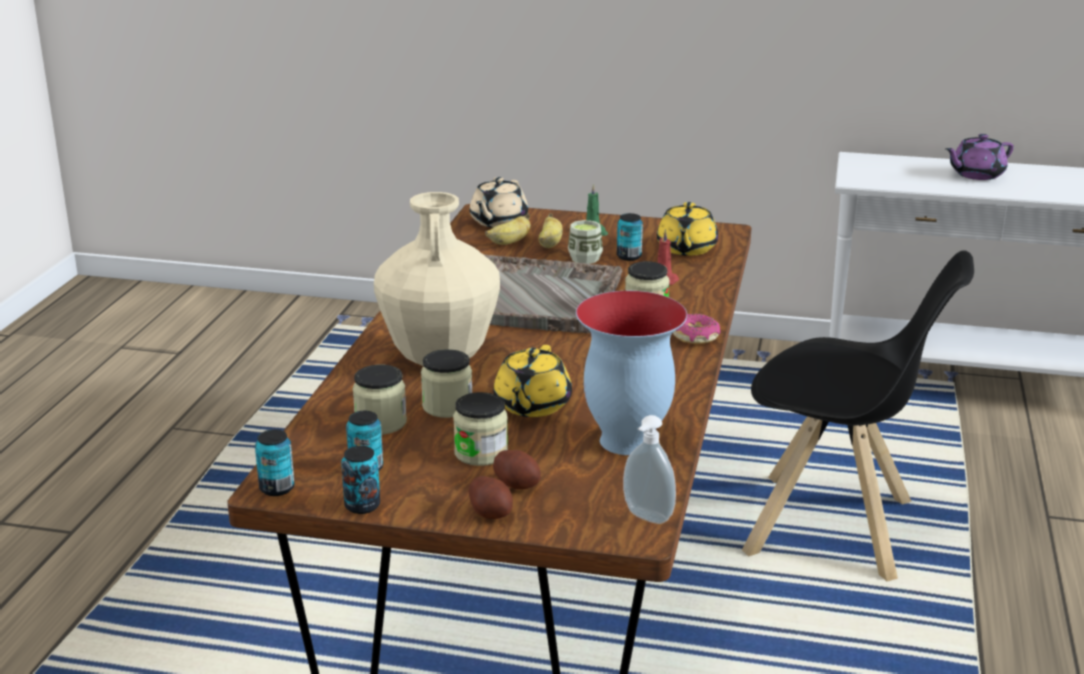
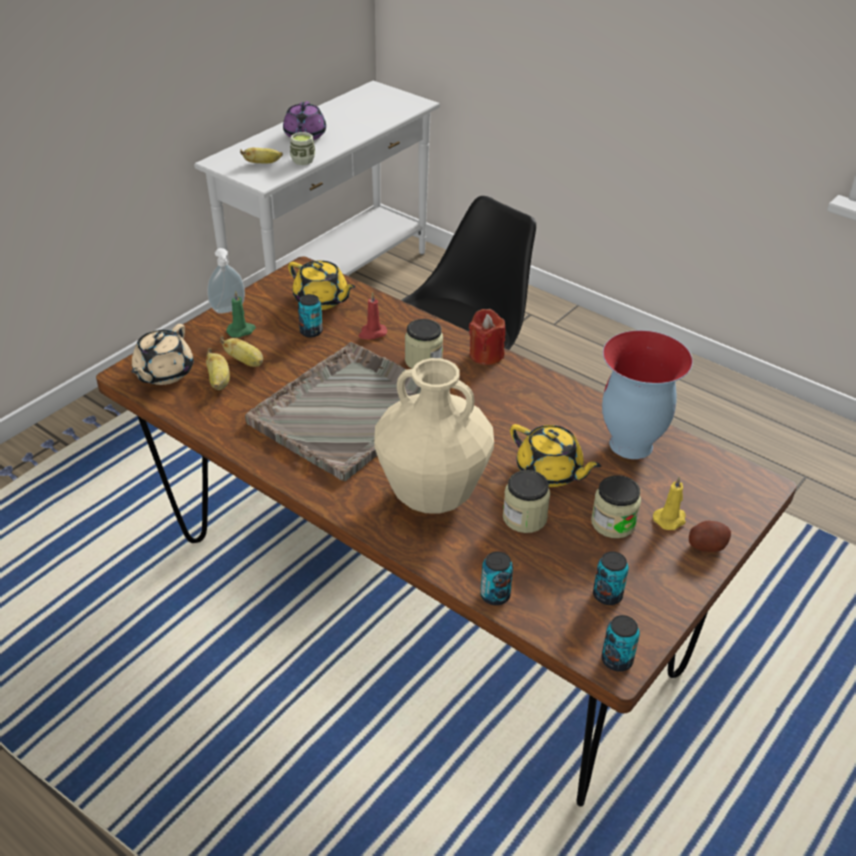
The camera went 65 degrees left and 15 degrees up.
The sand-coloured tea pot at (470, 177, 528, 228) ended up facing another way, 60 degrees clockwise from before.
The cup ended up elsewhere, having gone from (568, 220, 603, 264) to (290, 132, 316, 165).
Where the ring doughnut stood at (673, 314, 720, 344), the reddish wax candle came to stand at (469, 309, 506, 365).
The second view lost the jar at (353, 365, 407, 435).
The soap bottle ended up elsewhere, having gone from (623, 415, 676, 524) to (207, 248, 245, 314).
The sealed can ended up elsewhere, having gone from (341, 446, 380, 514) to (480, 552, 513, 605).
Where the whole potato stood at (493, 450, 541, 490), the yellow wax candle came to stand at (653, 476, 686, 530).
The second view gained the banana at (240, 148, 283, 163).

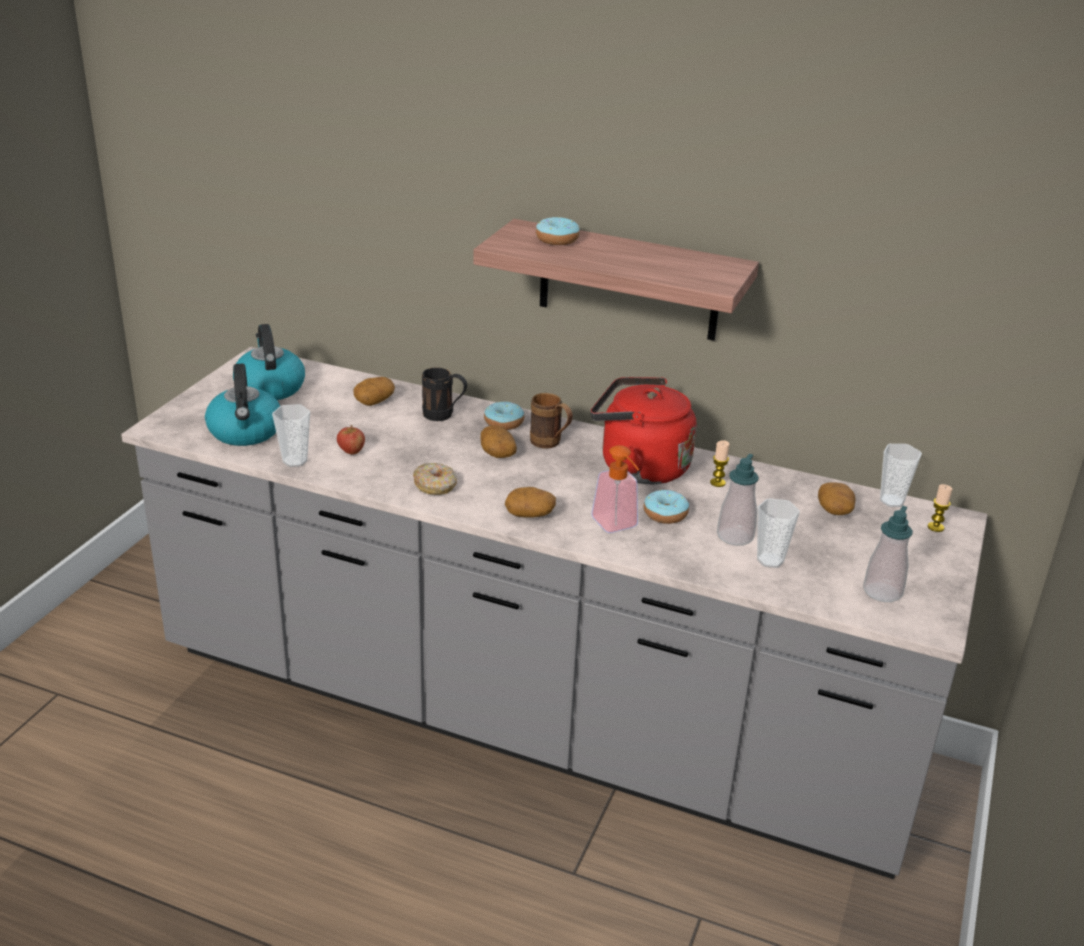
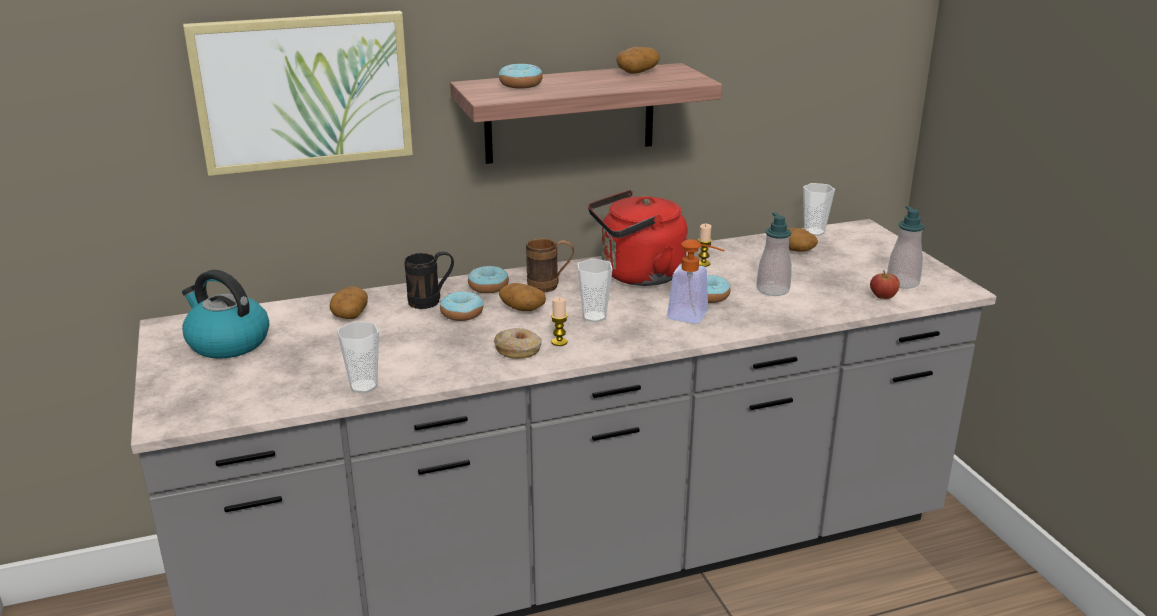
The camera went 40 degrees left and 5 degrees down.
The second view lost the water kettle at (205, 363, 280, 446).
The apple ended up elsewhere, having gone from (337, 425, 365, 455) to (870, 271, 900, 299).
The wax candle ended up elsewhere, having gone from (928, 484, 952, 532) to (551, 298, 568, 346).
The whole potato ended up elsewhere, having gone from (505, 487, 556, 518) to (616, 47, 660, 74).
The cup ended up elsewhere, having gone from (757, 498, 800, 568) to (577, 259, 613, 322).
The second view gained the wall art at (183, 11, 413, 176).
The second view gained the ring doughnut at (440, 291, 483, 321).

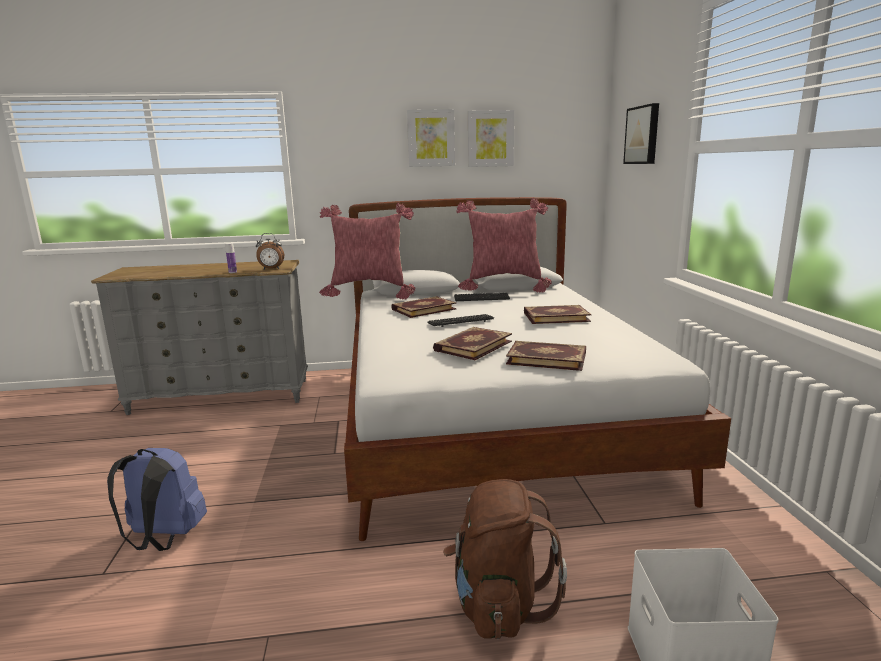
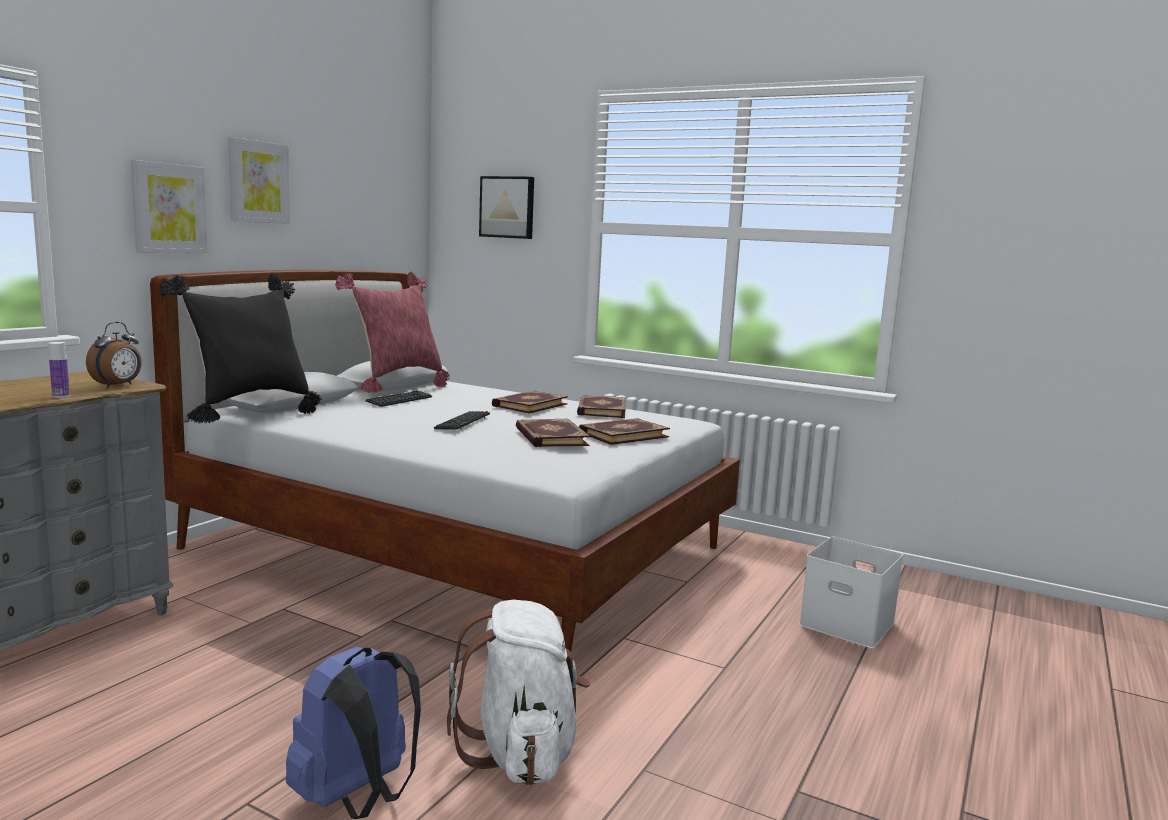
The camera went 55 degrees left and 5 degrees down.
The wall art ended up elsewhere, having gone from (468, 110, 514, 167) to (131, 160, 208, 254).
What was the reddish cushion at (319, 202, 416, 300) turned into the black-coloured cushion at (159, 274, 322, 423).
The volume ended up elsewhere, having gone from (391, 296, 457, 318) to (577, 395, 626, 418).
The second view lost the brownish rucksack at (443, 479, 567, 639).
The second view gained the white rucksack at (447, 600, 590, 785).

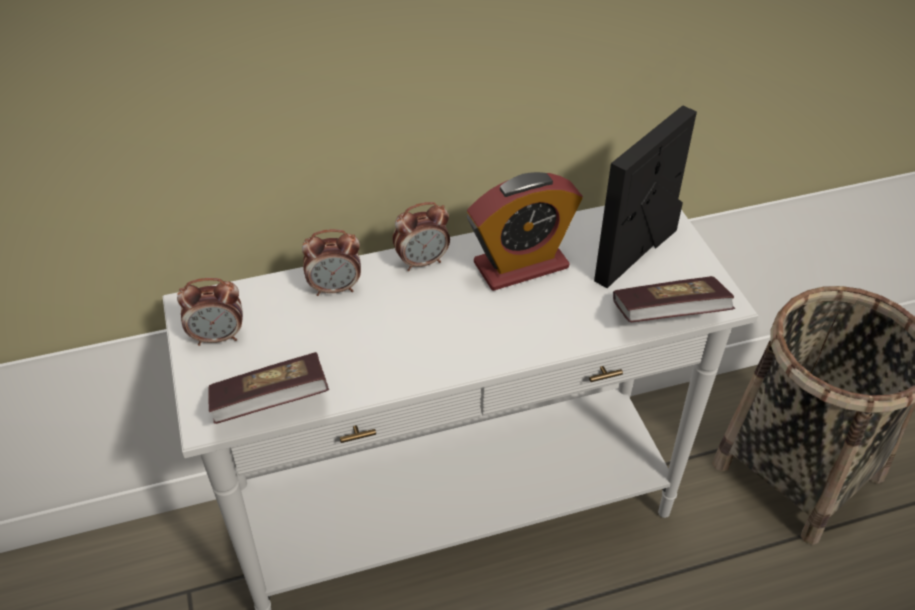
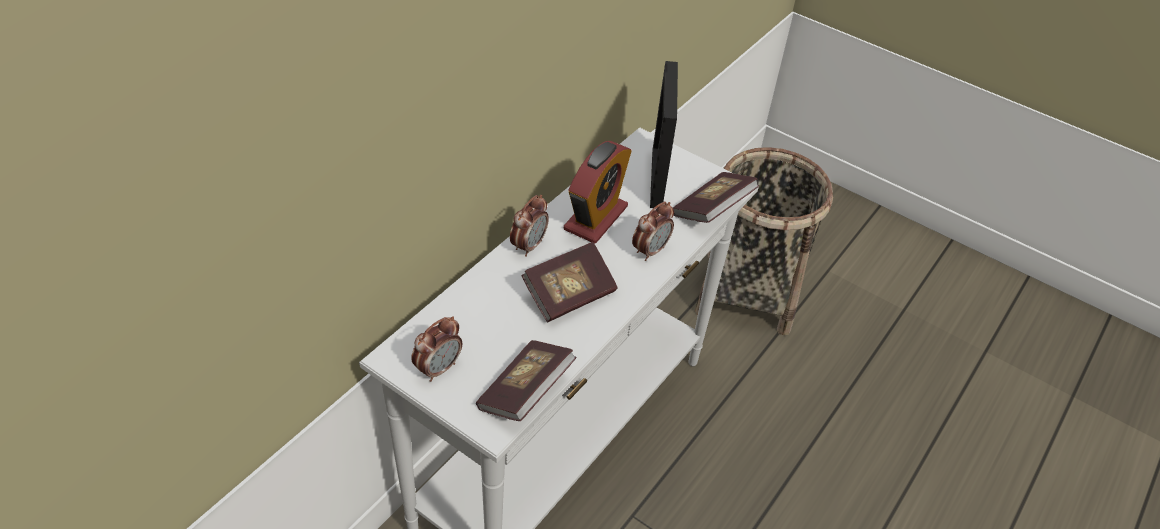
The camera went 40 degrees left and 0 degrees up.
The table clock ended up elsewhere, having gone from (302, 229, 361, 296) to (632, 202, 674, 261).
The second view gained the volume at (521, 242, 617, 322).

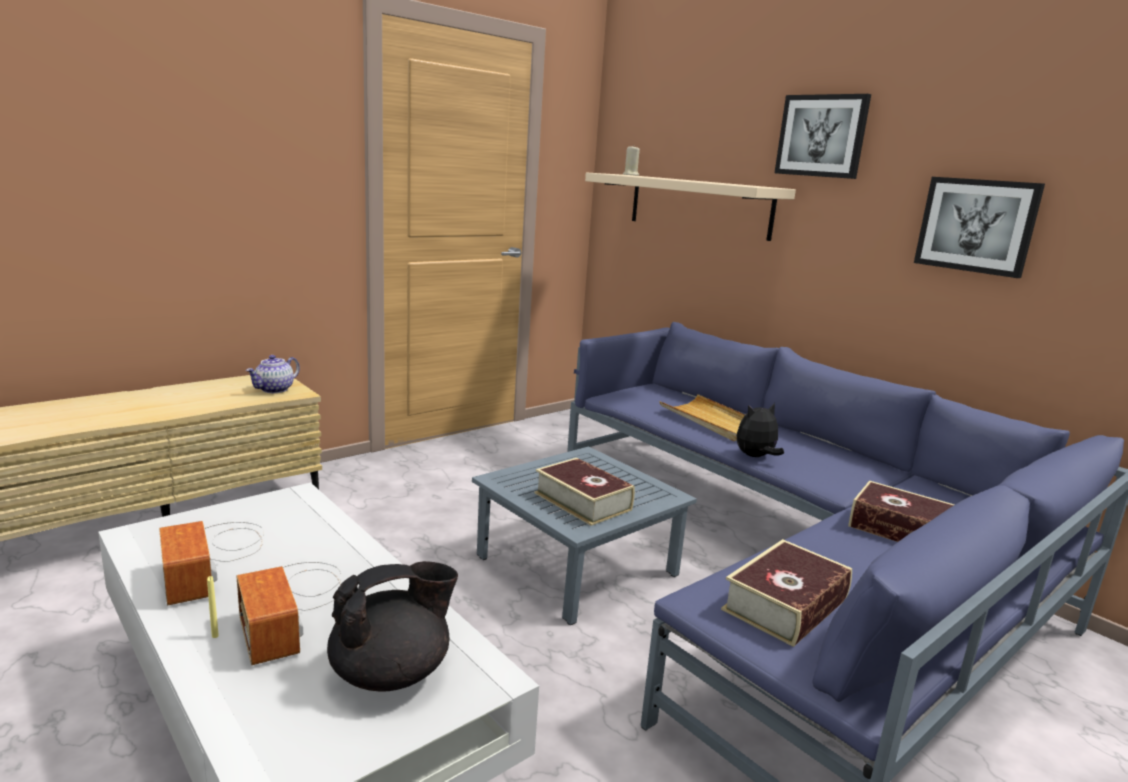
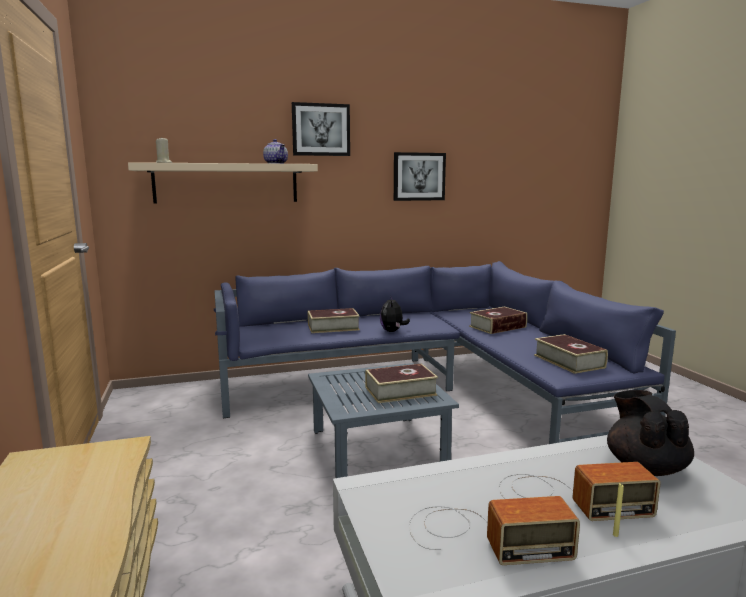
The camera went 65 degrees left and 5 degrees down.
The tea pot ended up elsewhere, having gone from (246, 355, 300, 393) to (263, 139, 288, 164).
Where the sand-coloured carrying tray stood at (659, 394, 745, 441), the volume came to stand at (308, 308, 360, 333).

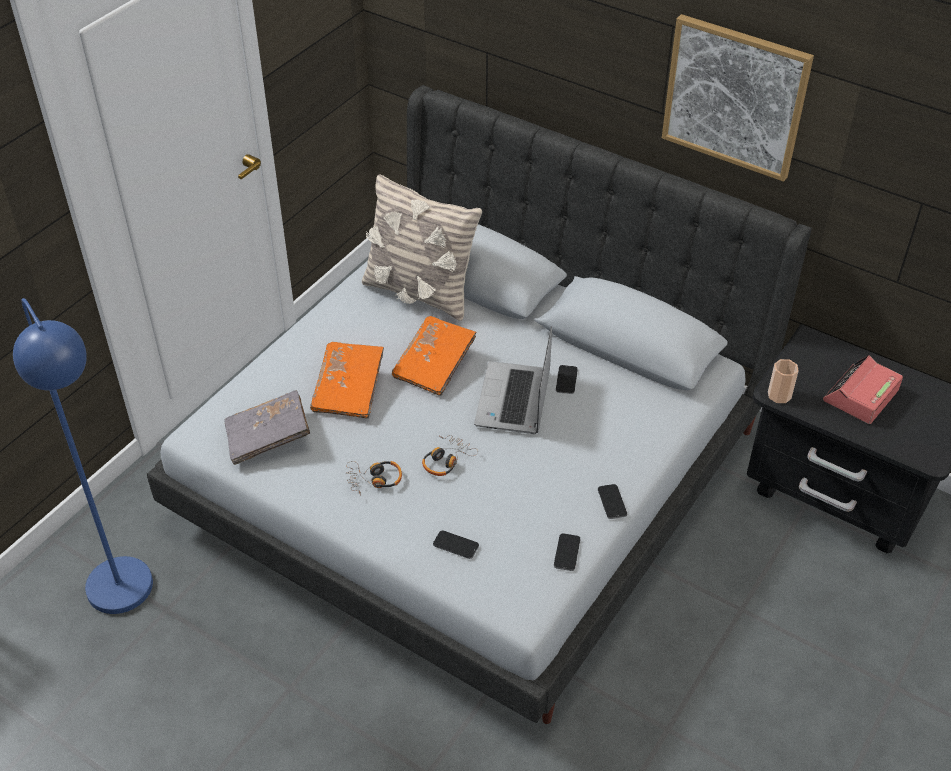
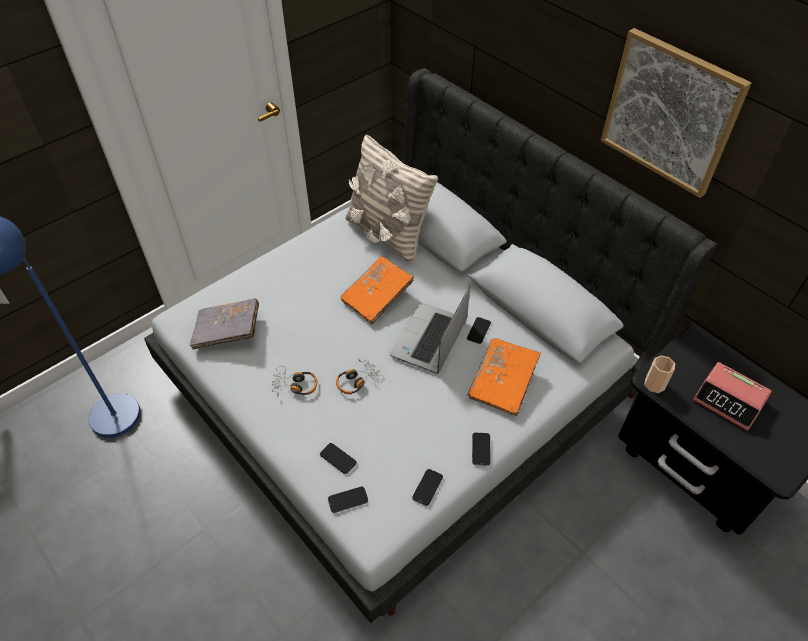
The camera went 15 degrees right and 5 degrees up.
The orange volume ended up elsewhere, having gone from (310, 342, 384, 418) to (468, 338, 541, 416).
The table clock at (823, 355, 903, 424) ended up facing another way, 105 degrees counterclockwise from before.
The second view gained the handset at (328, 487, 368, 513).

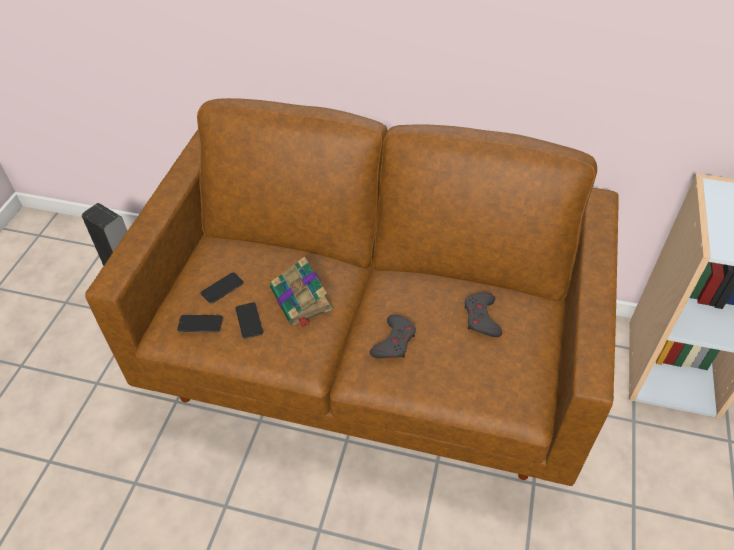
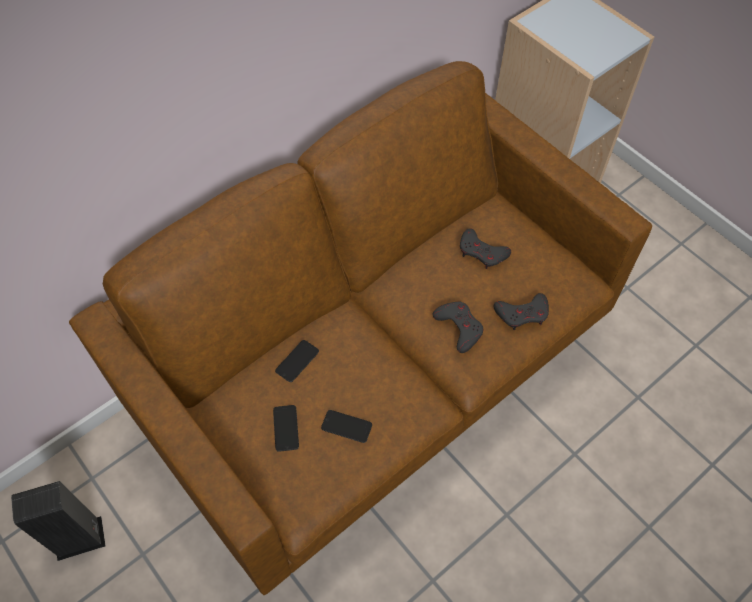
The camera went 55 degrees left and 10 degrees up.
The second view lost the volume at (270, 256, 332, 328).
The handset ended up elsewhere, having gone from (177, 315, 223, 332) to (275, 340, 319, 382).
The second view gained the gray joypad at (494, 293, 549, 330).

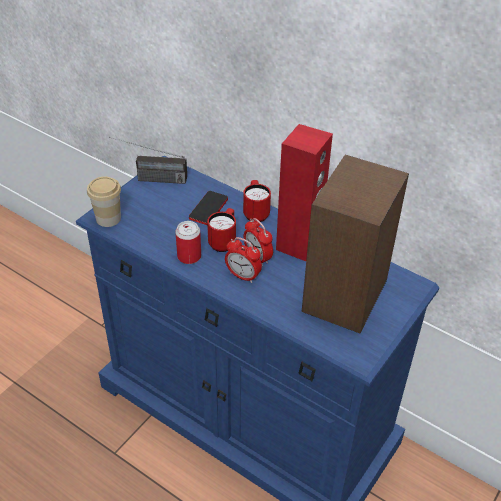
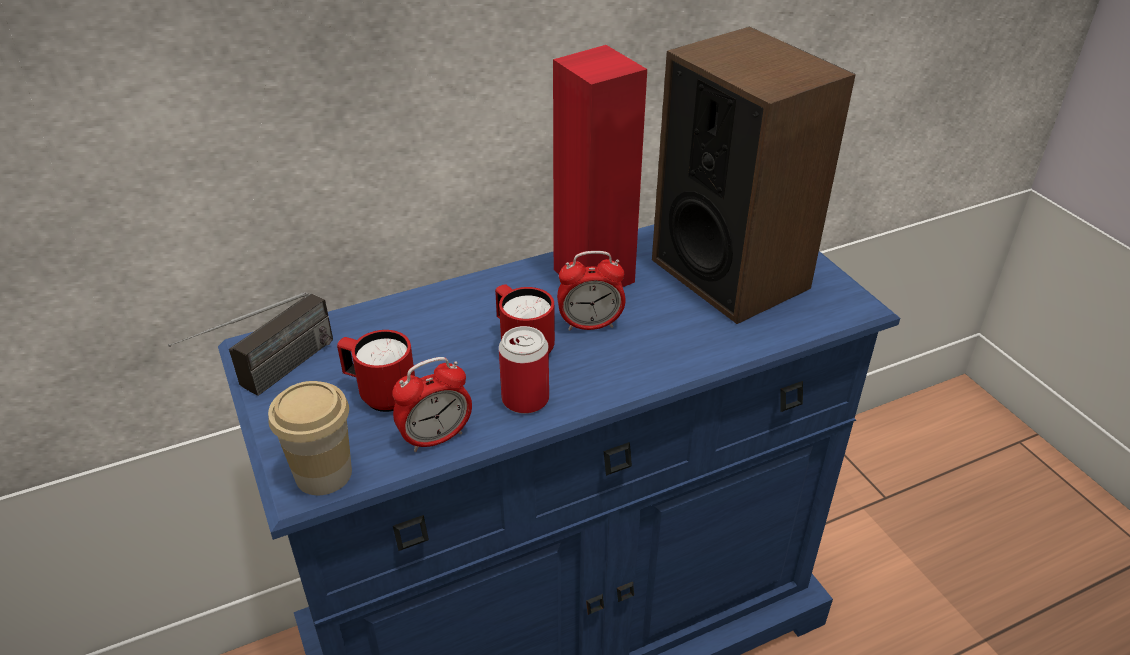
The camera went 60 degrees left and 5 degrees down.
The reddish tea mug ended up elsewhere, having gone from (243, 180, 271, 222) to (337, 330, 415, 412).
The second view lost the handset at (189, 191, 228, 225).
The table clock ended up elsewhere, having gone from (225, 237, 262, 283) to (392, 357, 472, 452).

